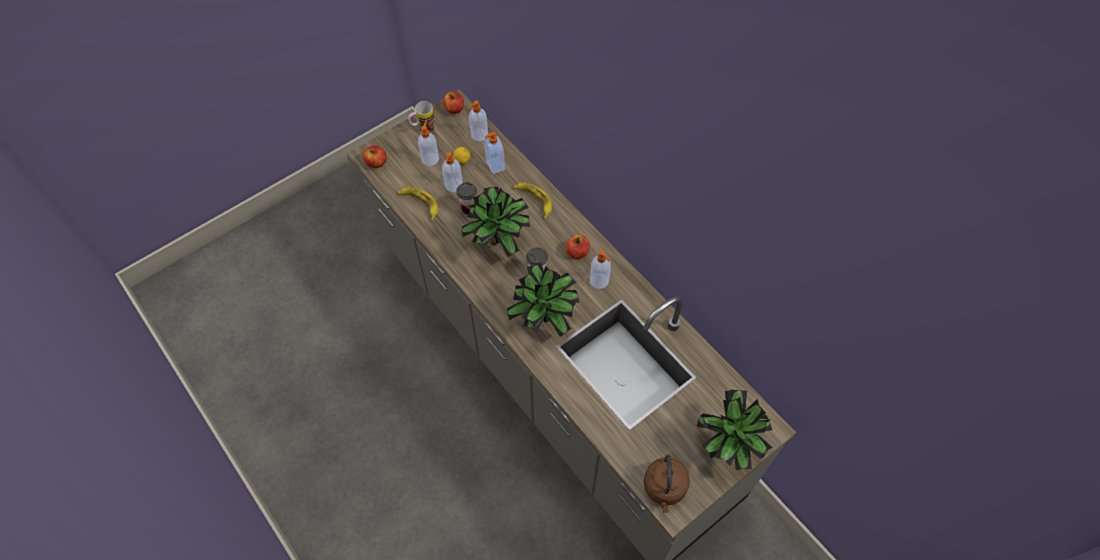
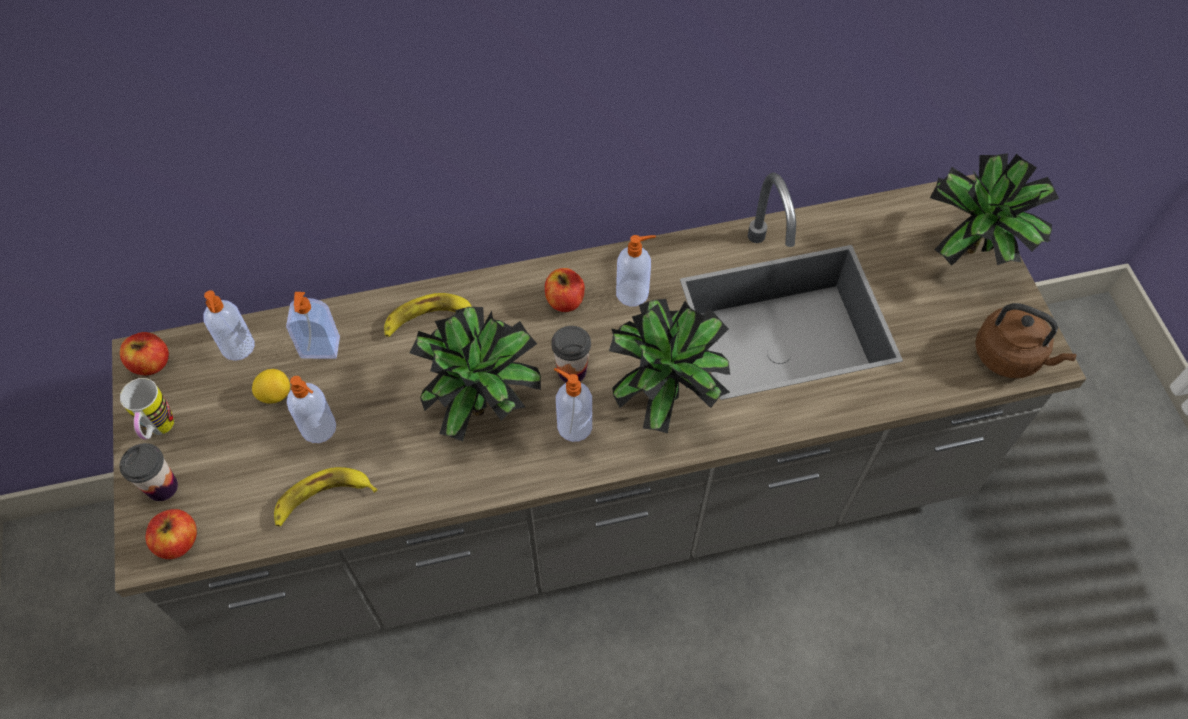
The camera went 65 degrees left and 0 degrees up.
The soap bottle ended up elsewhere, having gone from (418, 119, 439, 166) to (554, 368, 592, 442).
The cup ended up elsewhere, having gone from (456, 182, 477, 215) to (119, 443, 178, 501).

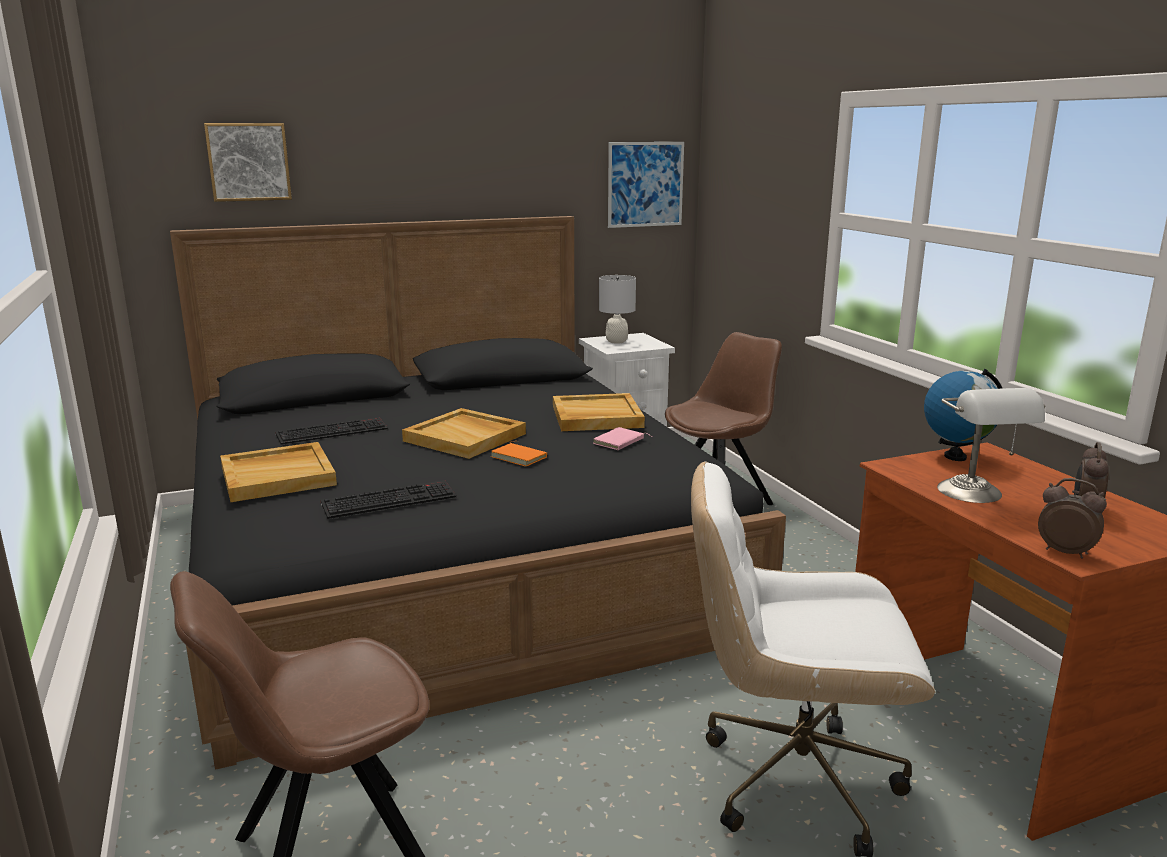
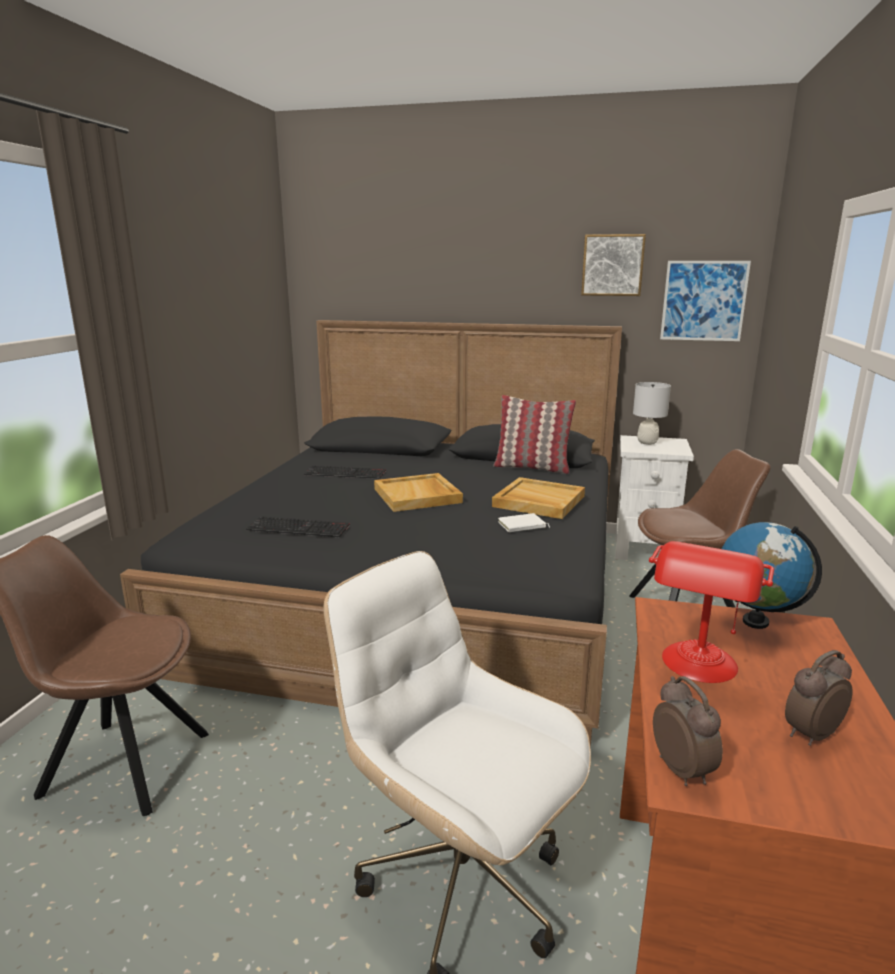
The camera went 35 degrees right and 0 degrees up.
The wall art ended up elsewhere, having gone from (204, 123, 292, 202) to (581, 234, 646, 296).
What was the white tabletop lamp at (937, 388, 1046, 503) turned into the reddish tabletop lamp at (649, 541, 774, 683).
What was the pink-coloured volume at (593, 427, 652, 450) turned into the white volume at (498, 513, 550, 532).
The second view lost the orange volume at (491, 441, 547, 467).
The second view lost the sand-coloured carrying tray at (220, 442, 337, 502).
The second view gained the cushion at (493, 395, 576, 474).

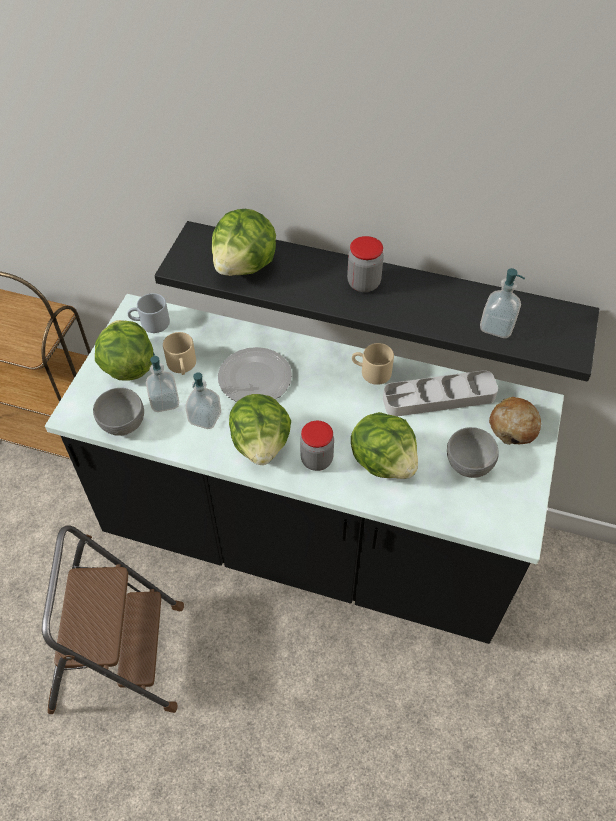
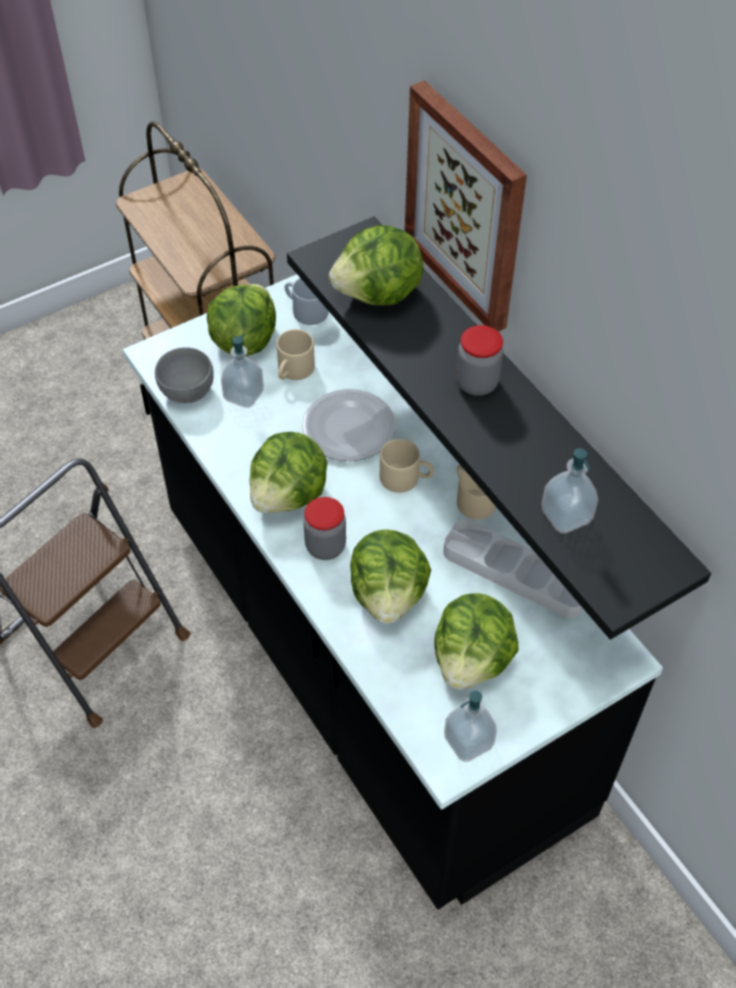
The camera went 40 degrees right and 0 degrees up.
The soap bottle ended up elsewhere, having gone from (185, 372, 221, 429) to (444, 691, 497, 762).
The second view lost the bread at (489, 397, 541, 445).
Where the gray bowl stood at (447, 427, 499, 478), the lettuce came to stand at (434, 593, 519, 690).
The second view gained the wall art at (405, 80, 527, 332).
The second view gained the sand-coloured tea mug at (380, 439, 434, 493).

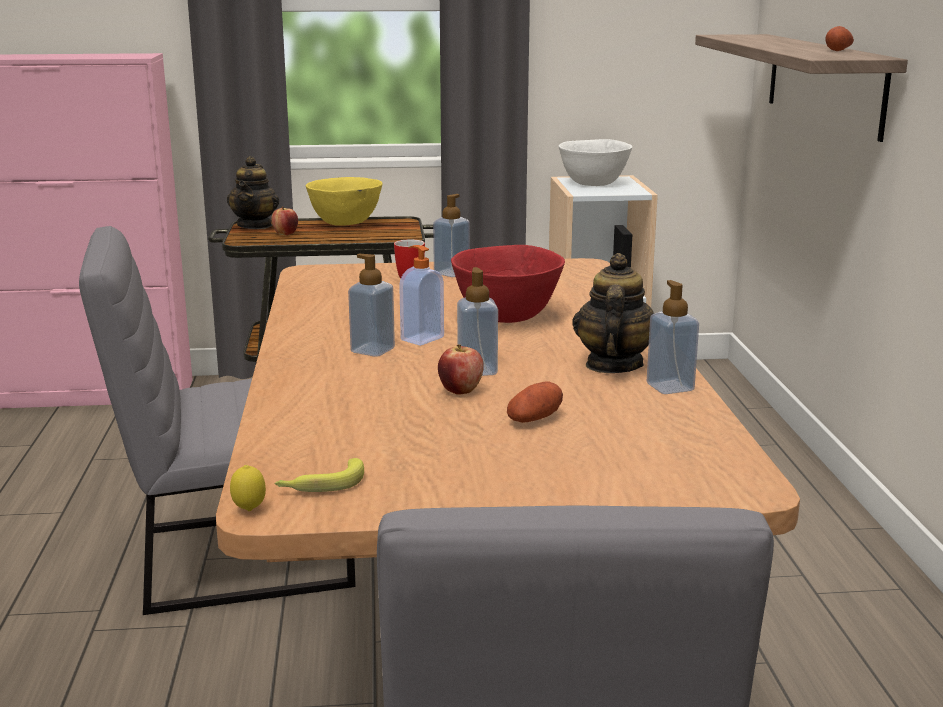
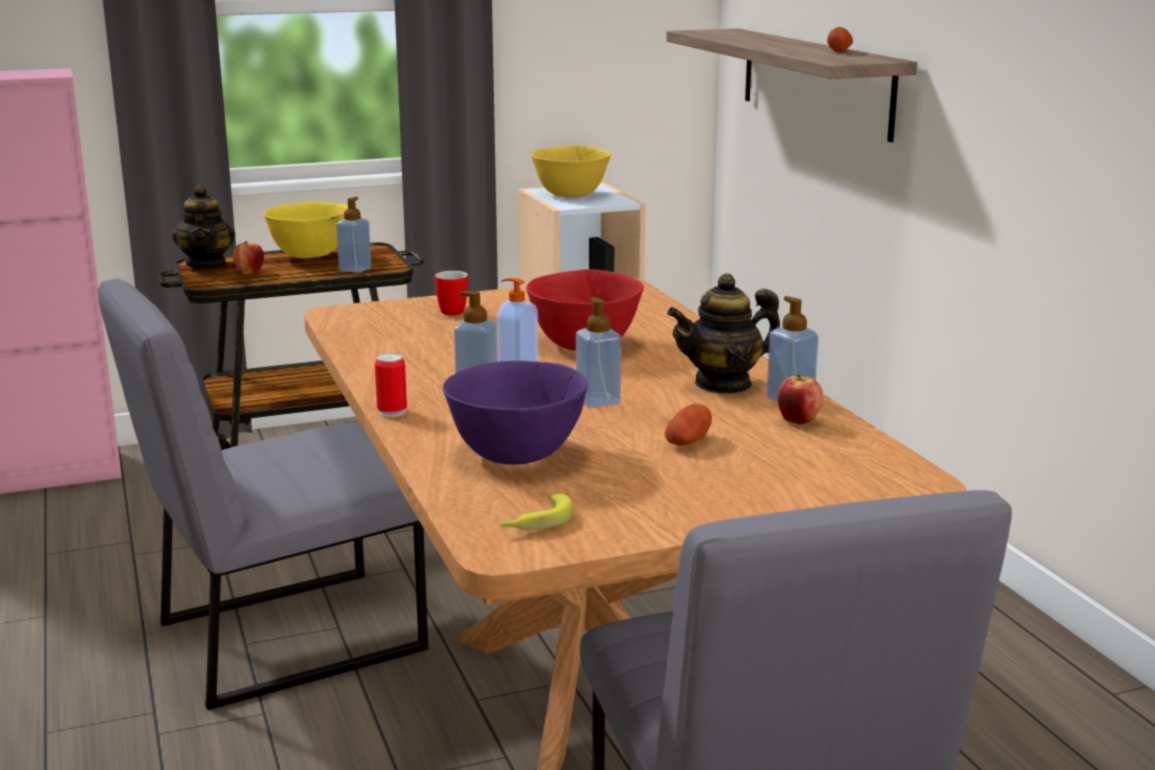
The camera went 15 degrees left and 0 degrees up.
What was the white bowl at (559, 139, 632, 186) turned into the yellow bowl at (531, 145, 611, 197).
The soap bottle ended up elsewhere, having gone from (433, 194, 470, 277) to (336, 197, 371, 273).
The tea pot at (573, 253, 654, 373) ended up facing another way, 105 degrees counterclockwise from before.
The apple ended up elsewhere, having gone from (438, 345, 484, 395) to (778, 374, 823, 425).
The second view lost the whole lemon at (230, 465, 266, 511).
The second view gained the sealed can at (375, 353, 407, 417).
The second view gained the purplish bowl at (443, 361, 588, 465).

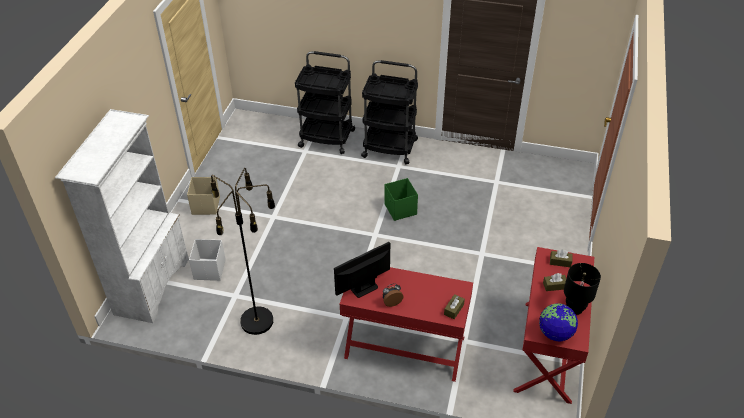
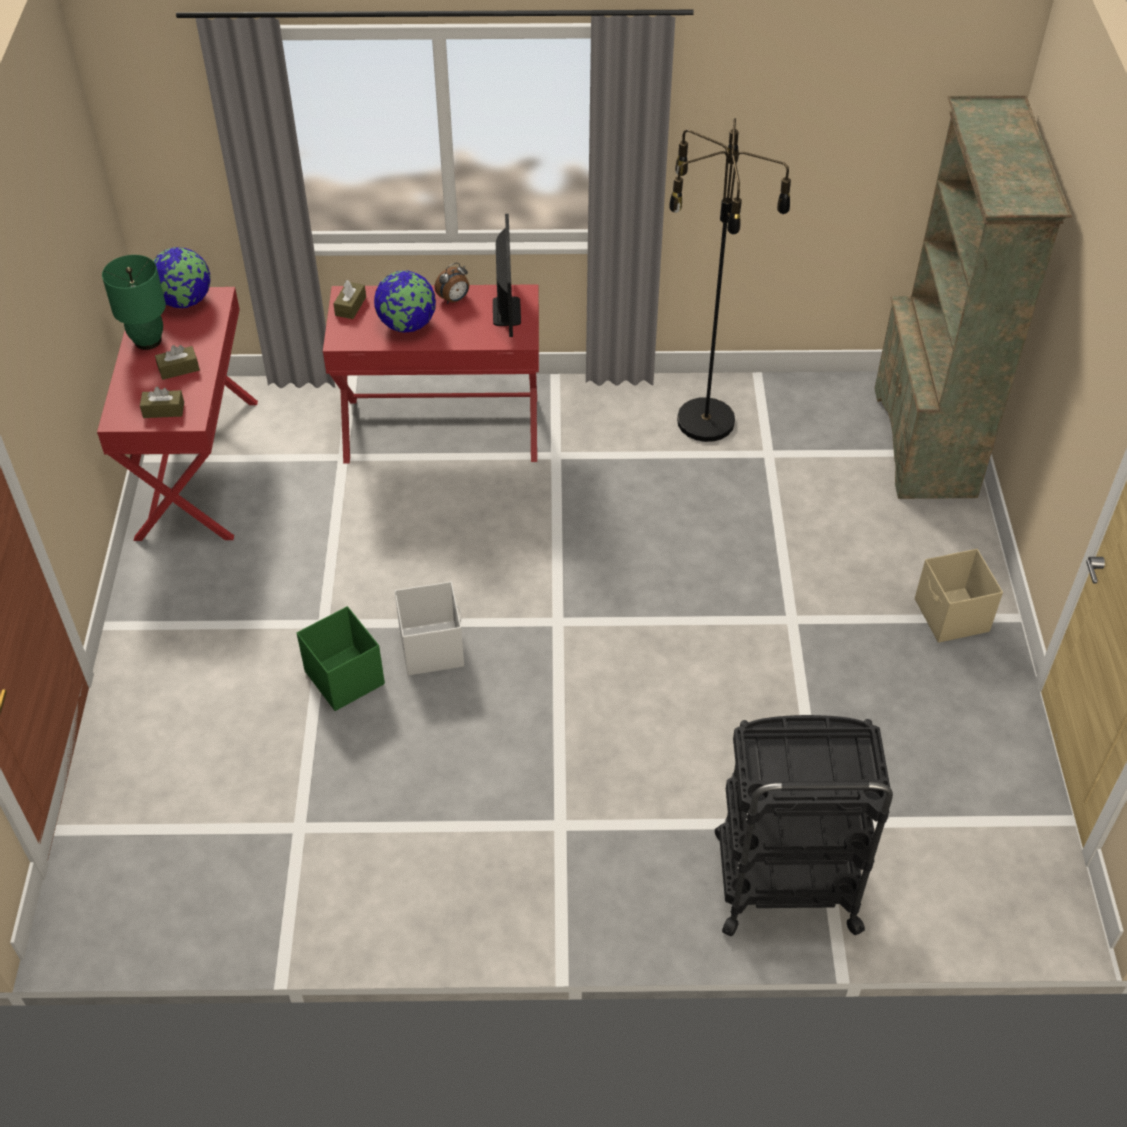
The camera went 165 degrees right and 5 degrees up.
The second view lost the black-coloured cart at (361, 60, 418, 164).
What was the white bookshelf at (55, 109, 189, 323) turned into the greenish bookshelf at (874, 95, 1072, 499).
The greenish storage container ended up elsewhere, having gone from (384, 178, 418, 221) to (297, 606, 385, 711).
The white storage container ended up elsewhere, having gone from (189, 239, 226, 281) to (395, 581, 464, 675).
The computer display at (334, 242, 390, 298) ended up facing another way, 45 degrees counterclockwise from before.
What was the black-coloured tabletop lamp at (564, 263, 601, 315) turned into the greenish tabletop lamp at (102, 255, 166, 350).
The second view gained the desk globe at (374, 270, 436, 333).

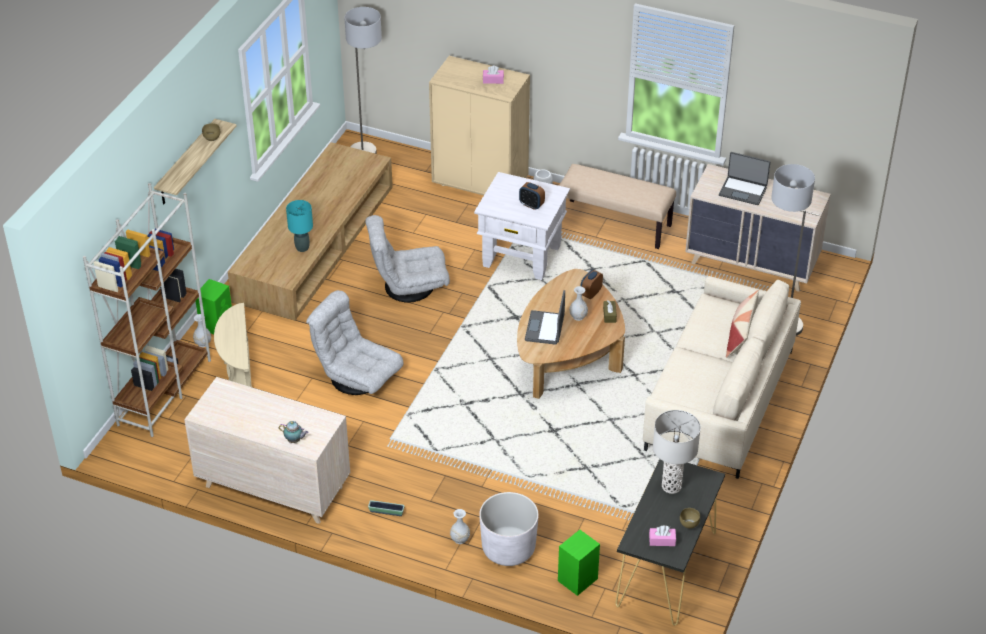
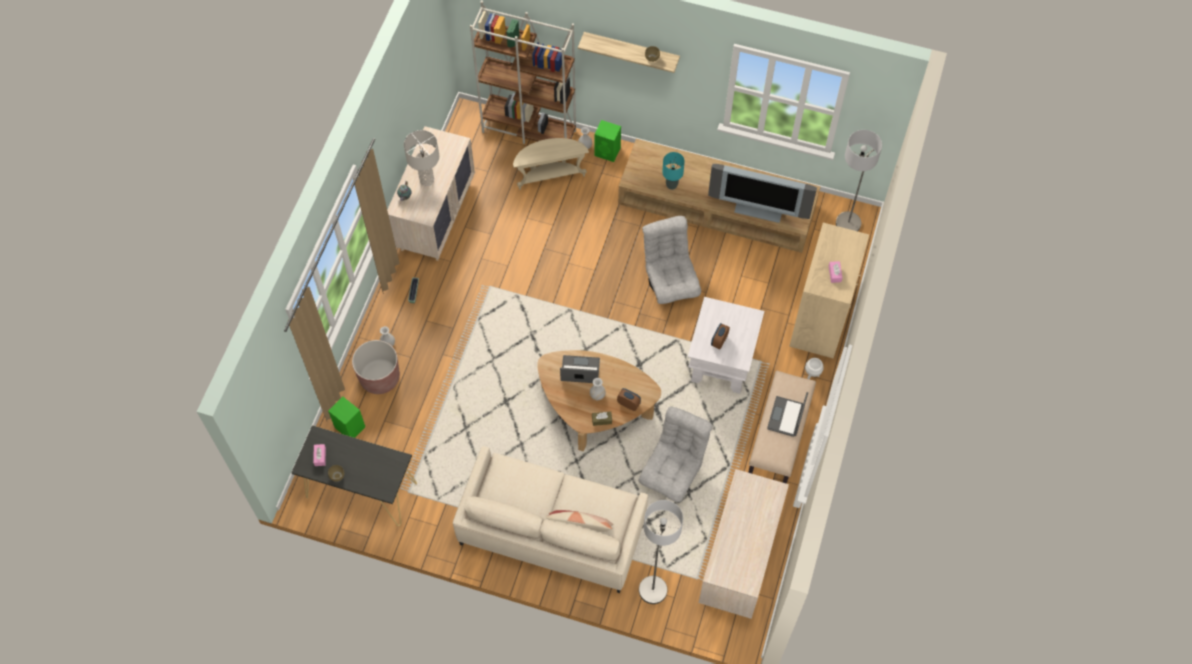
The camera went 85 degrees right and 20 degrees up.
The laptop ended up elsewhere, having gone from (719, 152, 770, 205) to (767, 392, 808, 437).
The gray easy chair ended up elsewhere, having gone from (306, 290, 404, 395) to (638, 406, 713, 502).
The white tabletop lamp ended up elsewhere, having gone from (653, 410, 701, 494) to (404, 130, 439, 186).
What was the white plant pot at (479, 492, 539, 566) turned into the brownish plant pot at (352, 340, 400, 394).
The second view gained the television at (708, 164, 817, 223).

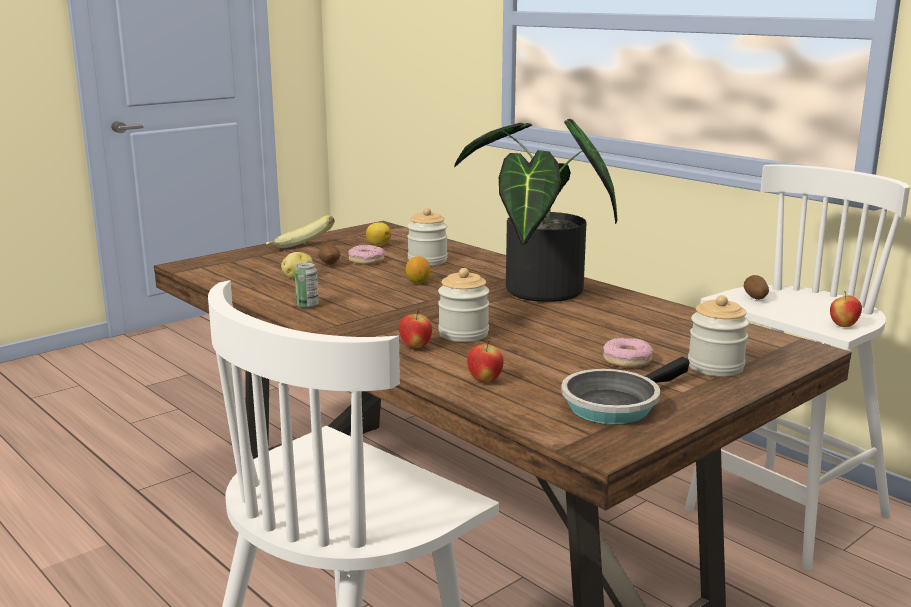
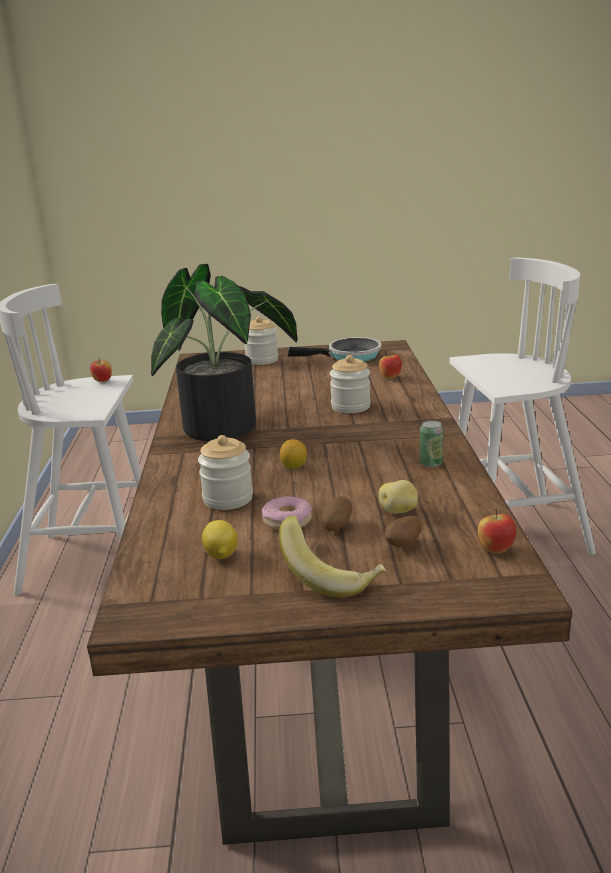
The camera went 140 degrees left and 5 degrees up.
The whole potato ended up elsewhere, having gone from (744, 275, 769, 300) to (384, 516, 422, 547).
The apple ended up elsewhere, having gone from (399, 310, 432, 348) to (478, 509, 516, 554).
The second view lost the ring doughnut at (603, 338, 653, 368).

